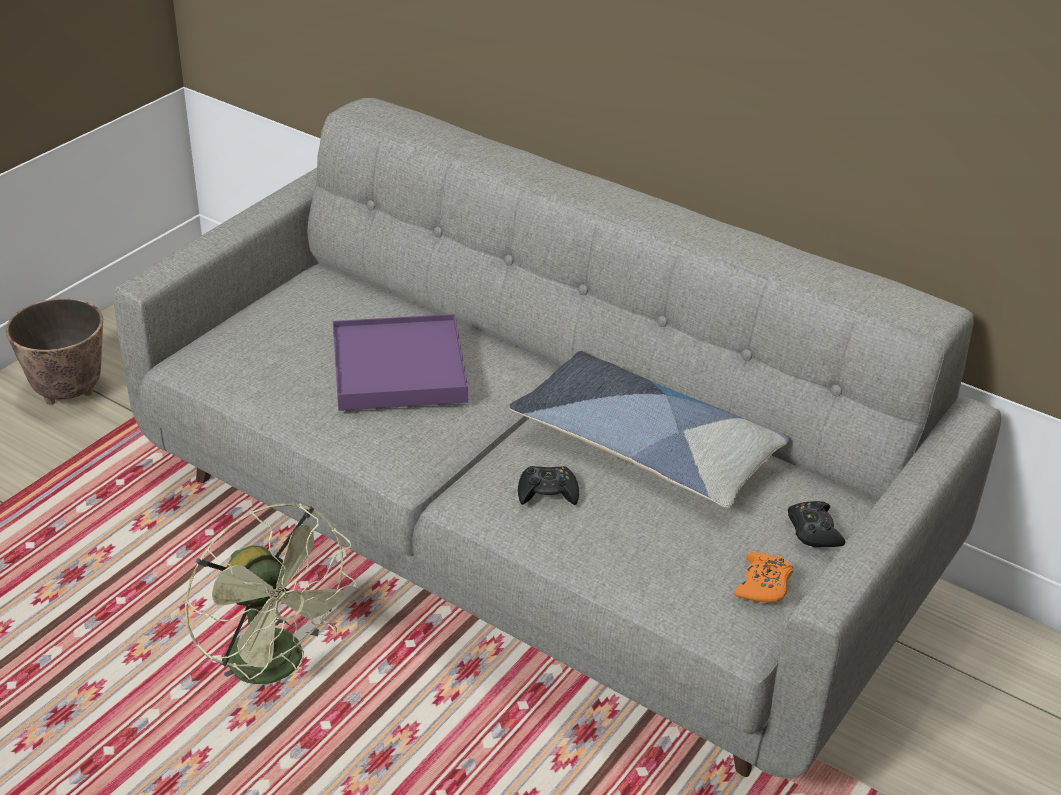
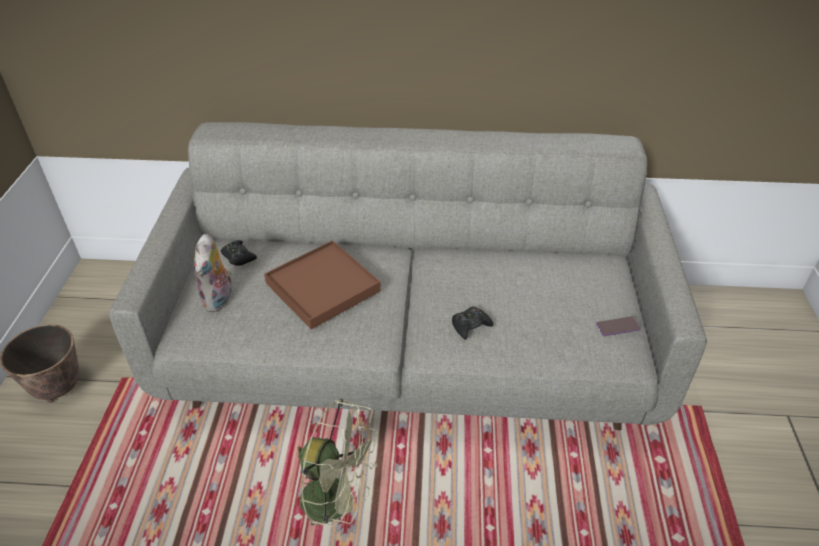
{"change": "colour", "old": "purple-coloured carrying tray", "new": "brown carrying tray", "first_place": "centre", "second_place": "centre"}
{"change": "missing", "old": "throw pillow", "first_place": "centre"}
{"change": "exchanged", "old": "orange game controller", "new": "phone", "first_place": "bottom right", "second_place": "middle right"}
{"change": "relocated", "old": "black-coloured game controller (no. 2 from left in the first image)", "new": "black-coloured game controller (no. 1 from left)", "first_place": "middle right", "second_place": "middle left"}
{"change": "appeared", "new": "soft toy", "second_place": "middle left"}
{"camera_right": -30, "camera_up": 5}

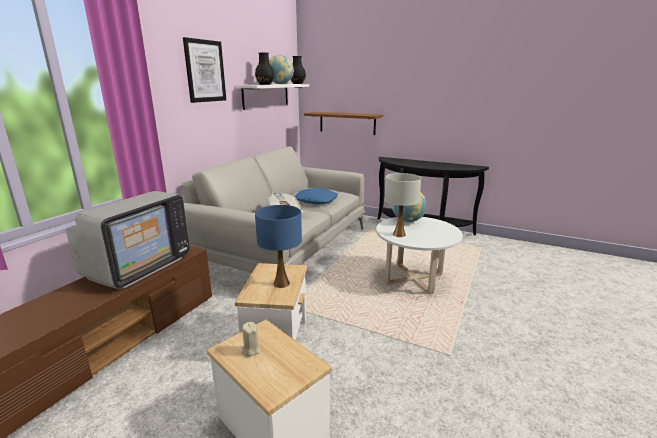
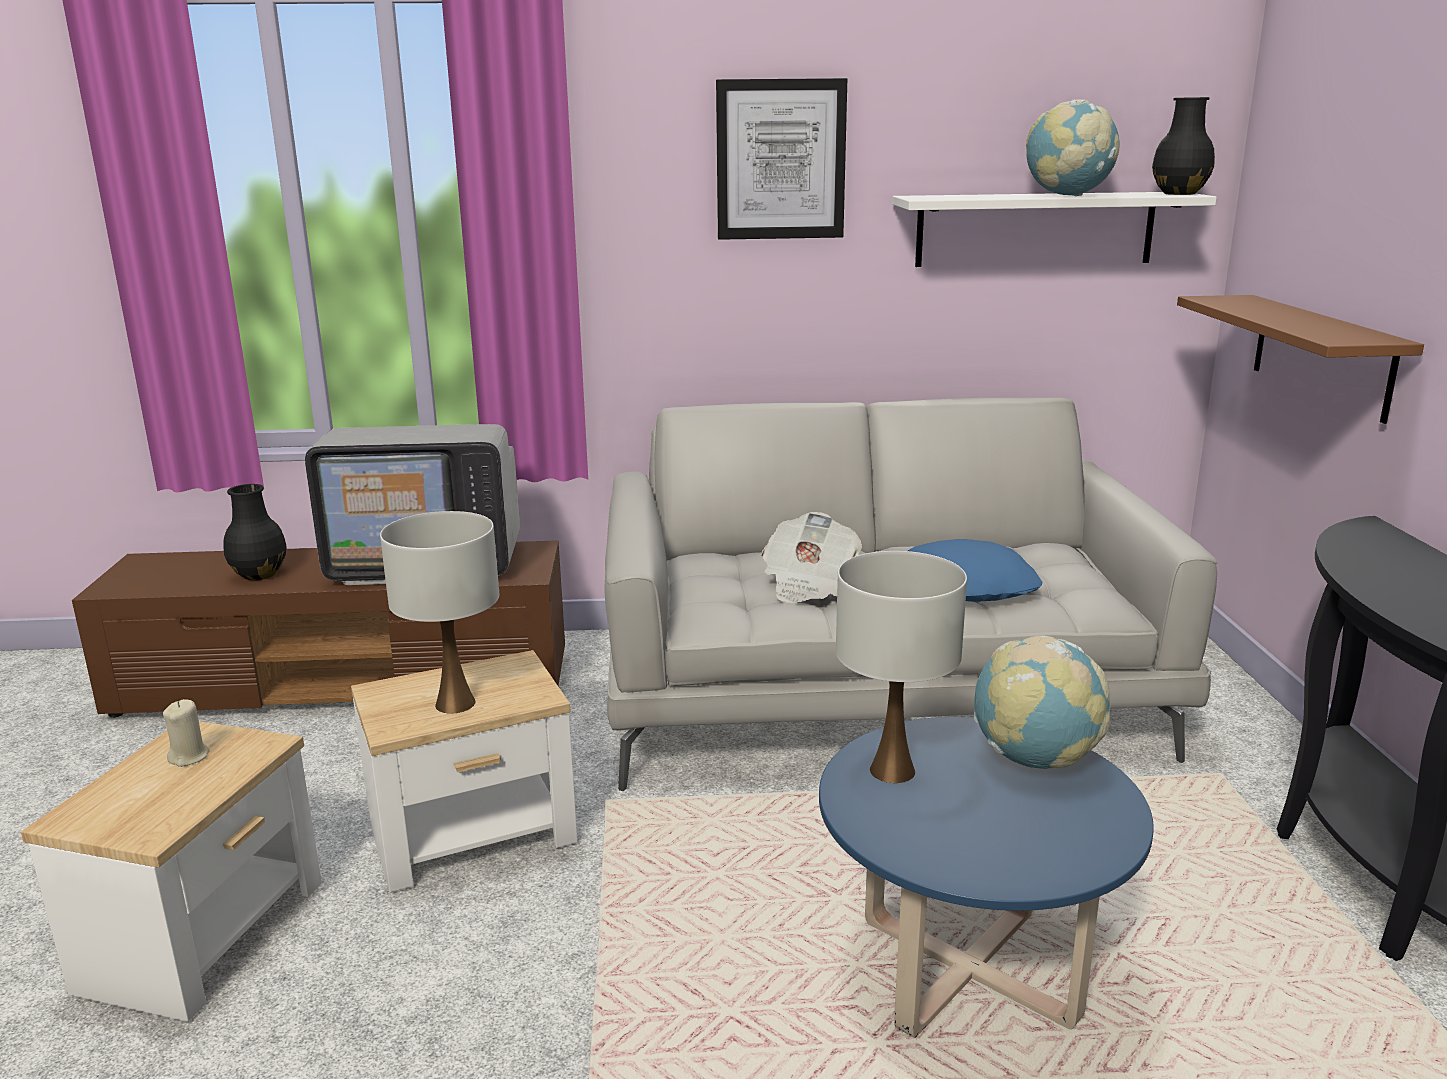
{"change": "relocated", "old": "black-coloured flower vase (no. 1 from left)", "first_place": "top centre", "second_place": "middle left"}
{"change": "colour", "old": "blue lamp for a table", "new": "whitish lamp for a table (no. 1 from left)", "first_place": "centre", "second_place": "middle left"}
{"change": "colour", "old": "whitish low table", "new": "blue low table", "first_place": "centre", "second_place": "bottom right"}
{"camera_right": 60, "camera_up": 0}

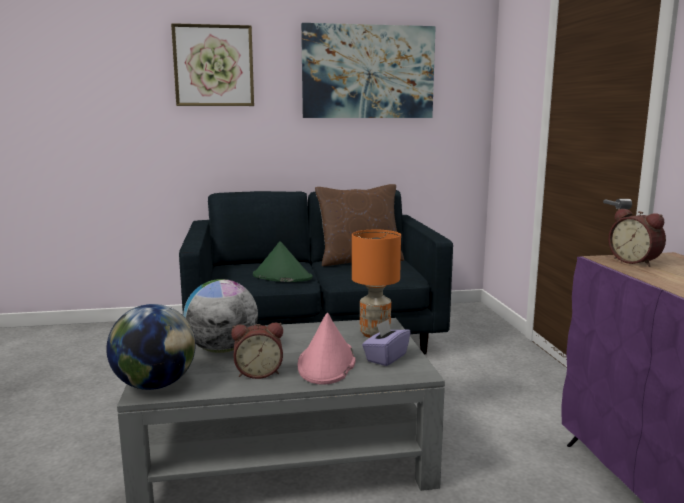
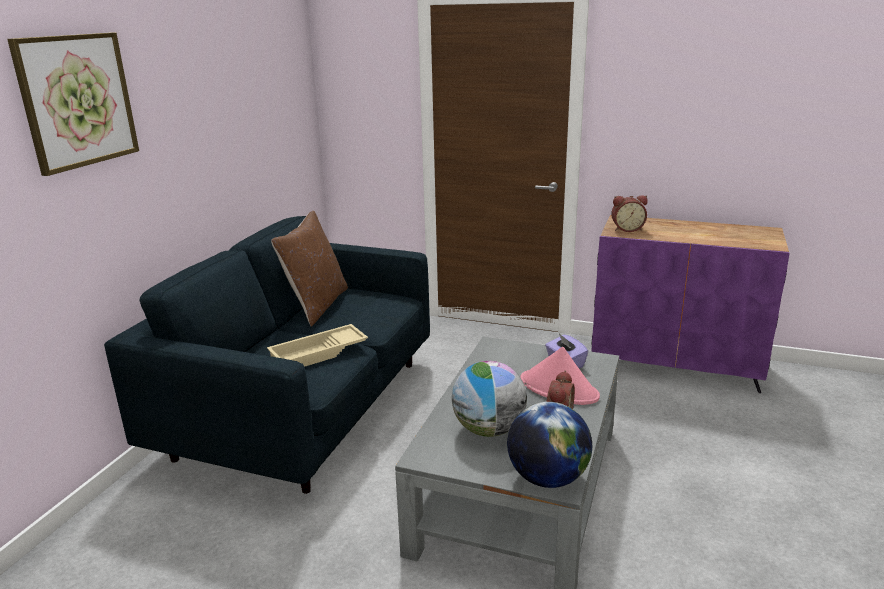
{"change": "exchanged", "old": "green wearable hat", "new": "beige carrying tray", "first_place": "centre", "second_place": "centre"}
{"change": "missing", "old": "wall art (no. 2 from left)", "first_place": "top centre"}
{"change": "missing", "old": "orange lamp for a table", "first_place": "centre"}
{"camera_right": -60, "camera_up": 10}

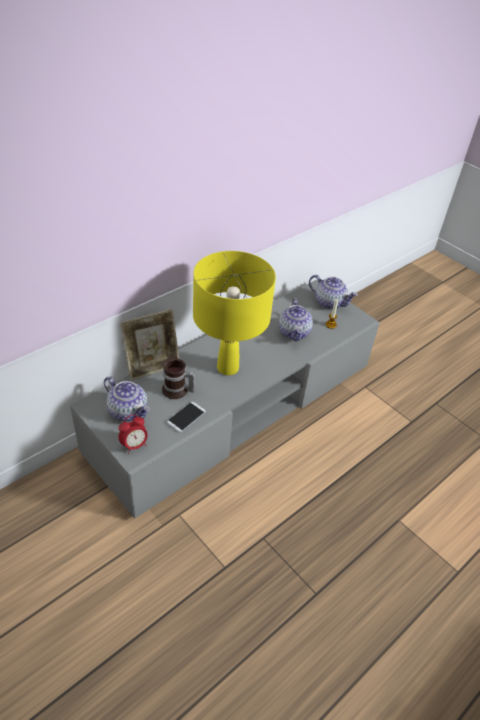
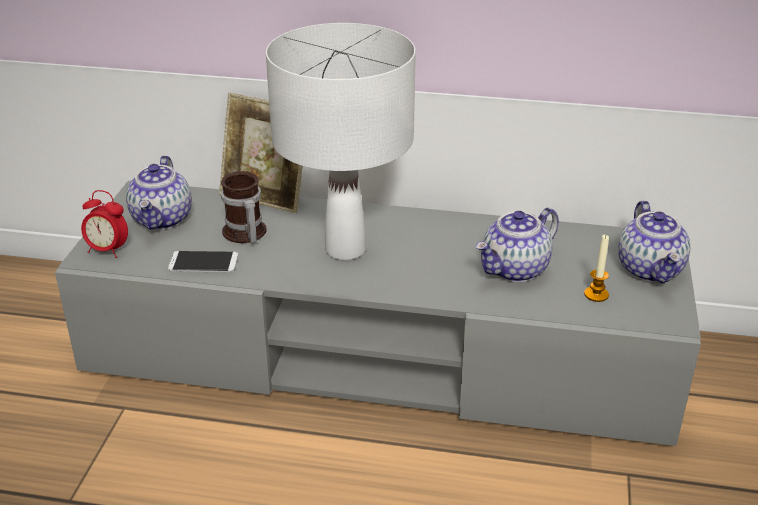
{"change": "colour", "old": "yellowish lamp for a table", "new": "whitish lamp for a table", "first_place": "centre", "second_place": "top centre"}
{"camera_right": 55, "camera_up": -10}

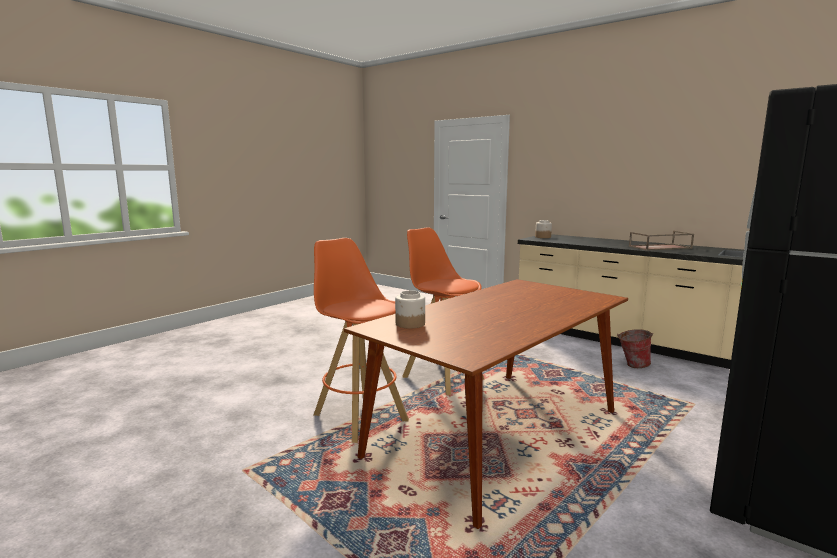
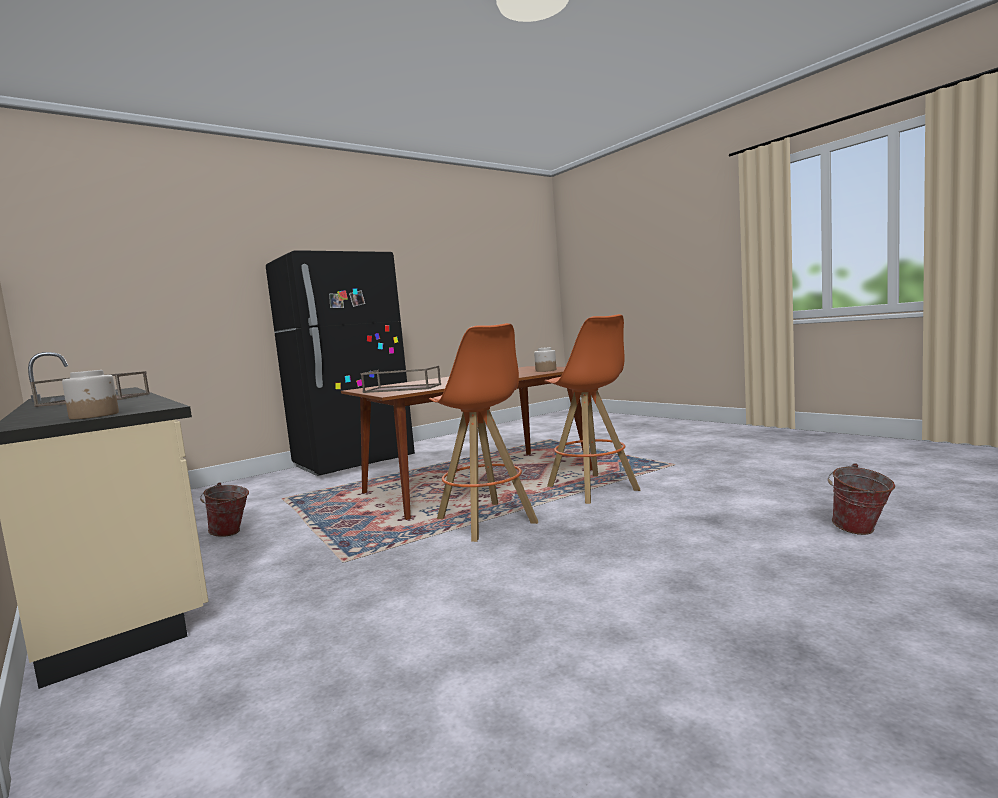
{"change": "appeared", "new": "brown carrying tray (no. 2 from left)", "second_place": "centre"}
{"change": "appeared", "new": "bucket (no. 2 from left)", "second_place": "middle right"}
{"camera_right": -165, "camera_up": -5}

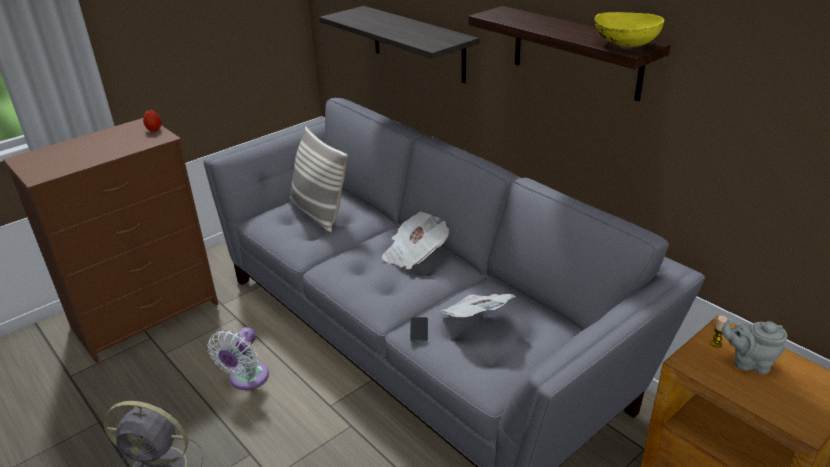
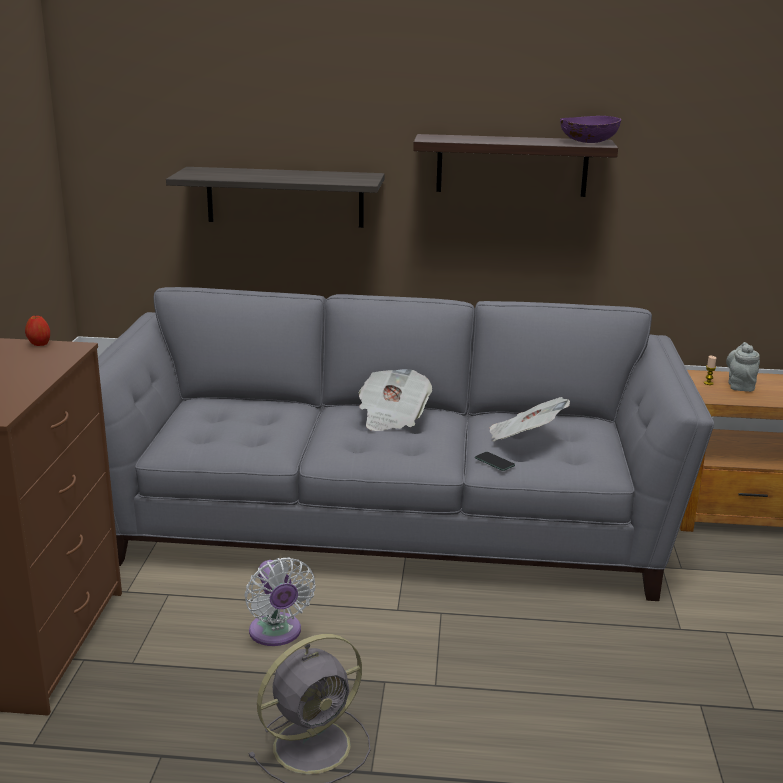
{"change": "missing", "old": "throw pillow", "first_place": "centre"}
{"change": "colour", "old": "yellowish serving bowl", "new": "purple-coloured serving bowl", "first_place": "top right", "second_place": "top right"}
{"change": "spun", "old": "gray teapot", "first_place": "bottom right", "second_place": "middle right", "degrees": 120}
{"camera_right": -45, "camera_up": -10}

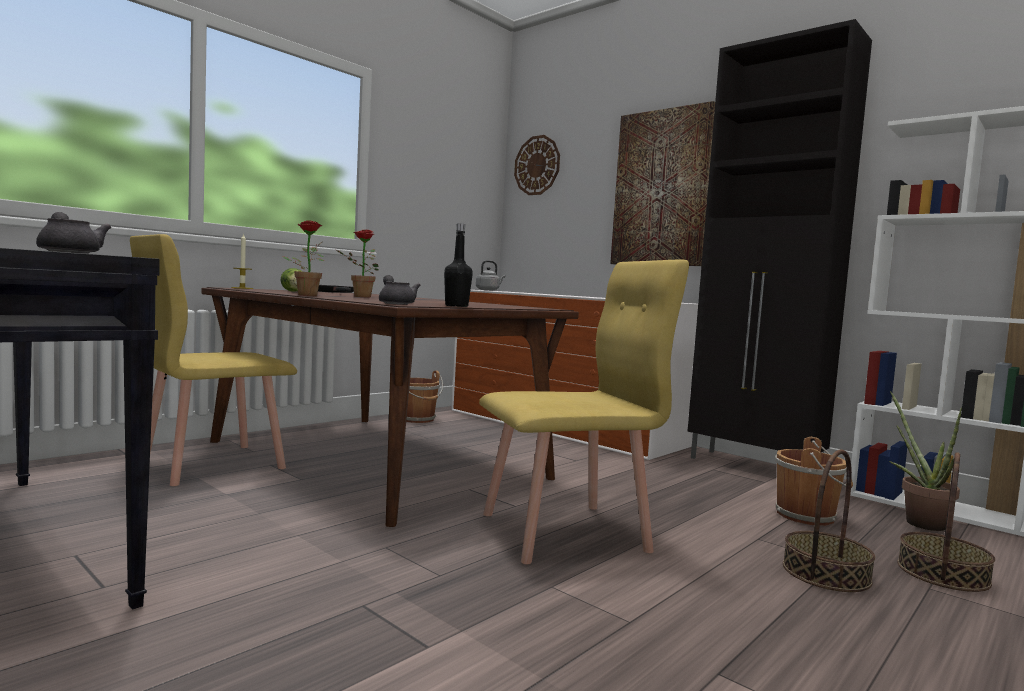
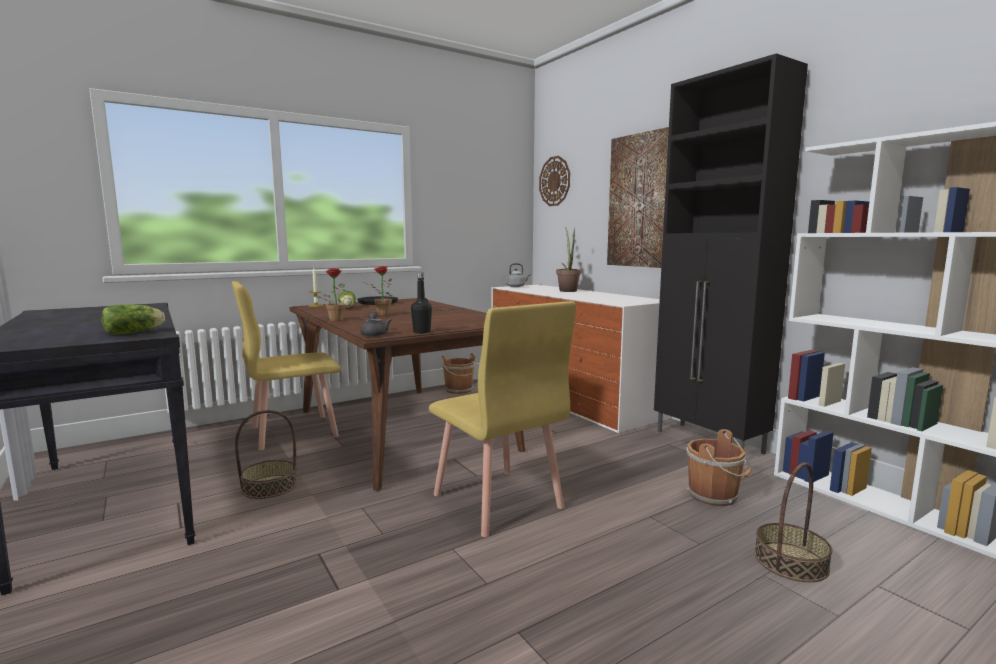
{"change": "exchanged", "old": "gray teapot (no. 1 from left)", "new": "lettuce (no. 1 from left)", "first_place": "middle left", "second_place": "middle left"}
{"change": "spun", "old": "yellowish chair (no. 2 from left)", "first_place": "centre", "second_place": "centre", "degrees": 60}
{"change": "relocated", "old": "household basket (no. 1 from left)", "first_place": "bottom right", "second_place": "bottom left"}
{"change": "relocated", "old": "plant in a pot (no. 3 from left)", "first_place": "bottom right", "second_place": "centre"}
{"camera_right": 15, "camera_up": 5}

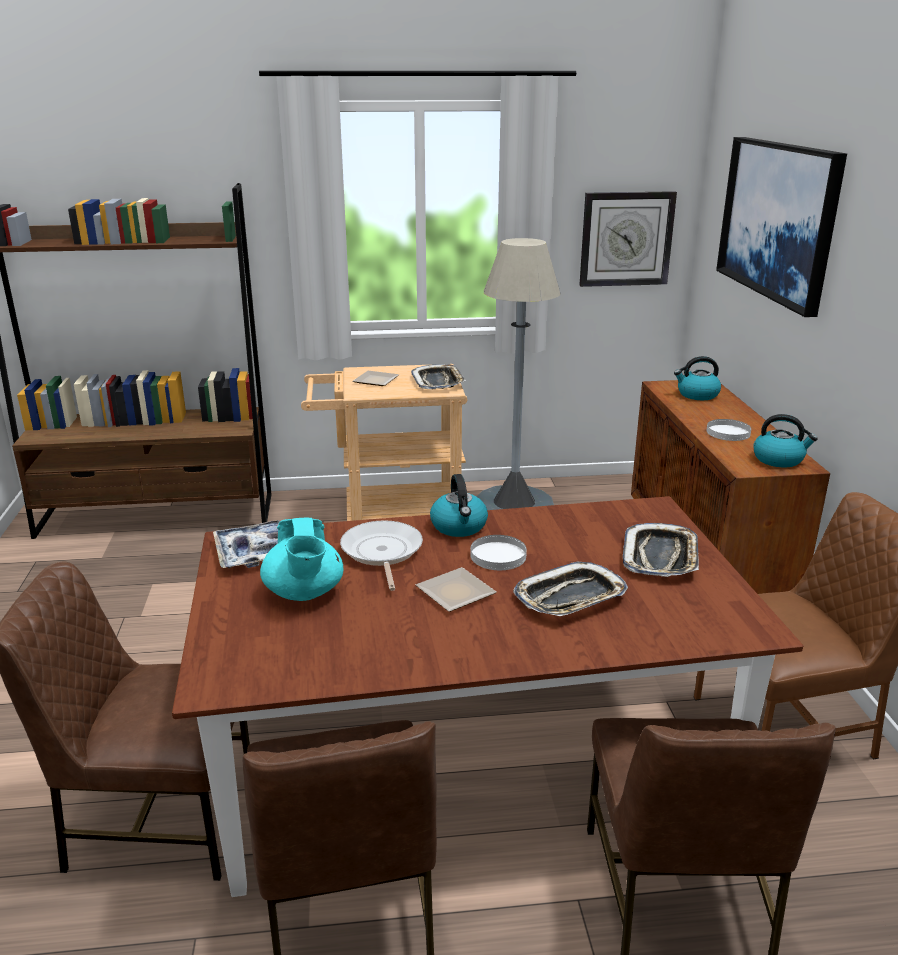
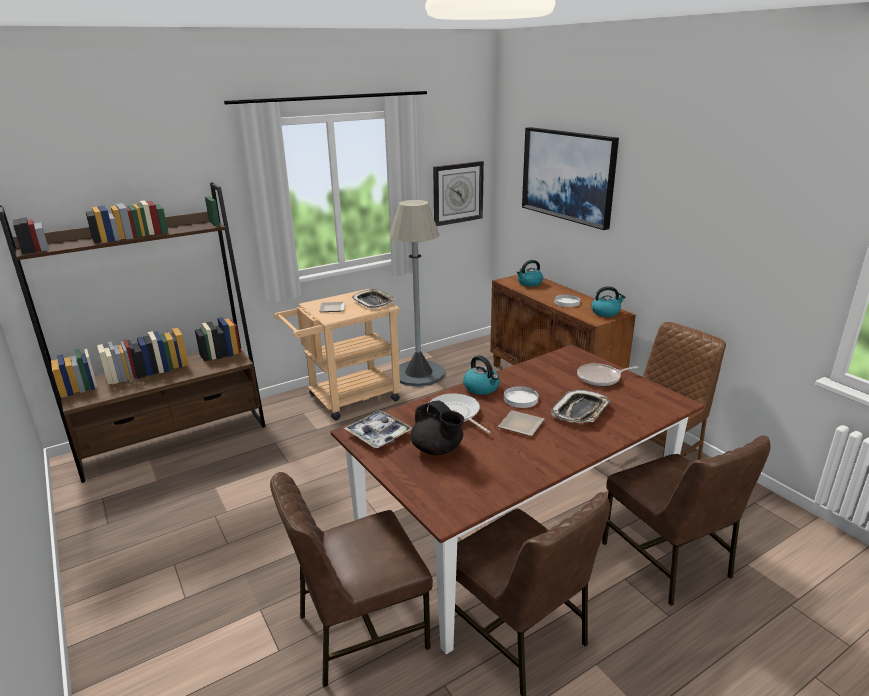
{"change": "colour", "old": "blue-green teapot", "new": "black-coloured teapot", "first_place": "centre", "second_place": "centre"}
{"change": "exchanged", "old": "carrying tray (no. 4 from left)", "new": "pan (no. 2 from left)", "first_place": "middle right", "second_place": "middle right"}
{"camera_right": -25, "camera_up": 0}

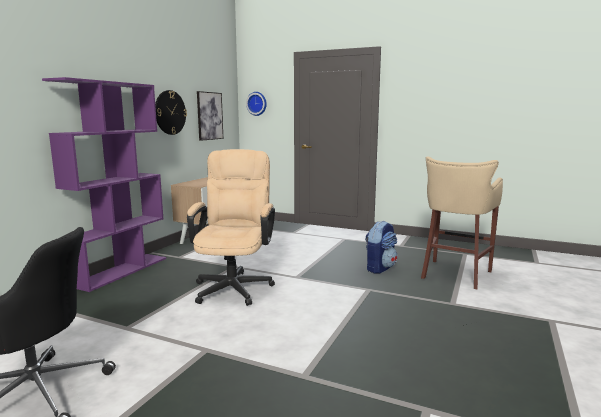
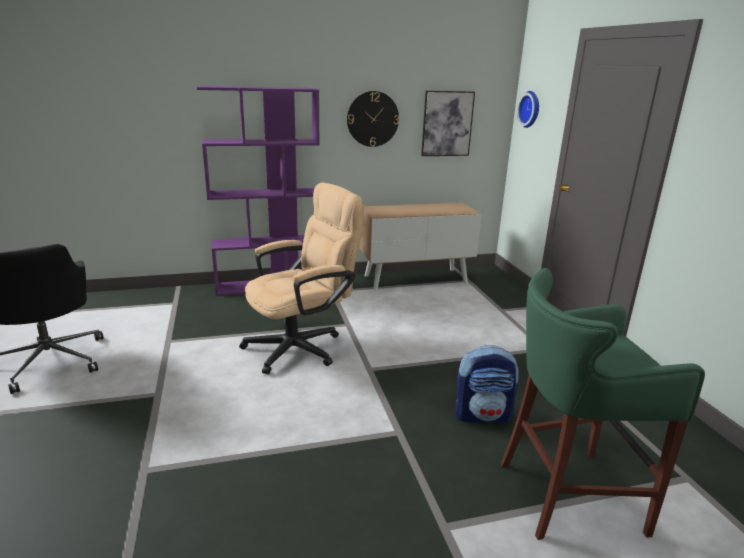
{"change": "colour", "old": "beige sitting stool", "new": "green sitting stool", "first_place": "middle right", "second_place": "bottom right"}
{"camera_right": 50, "camera_up": 10}

